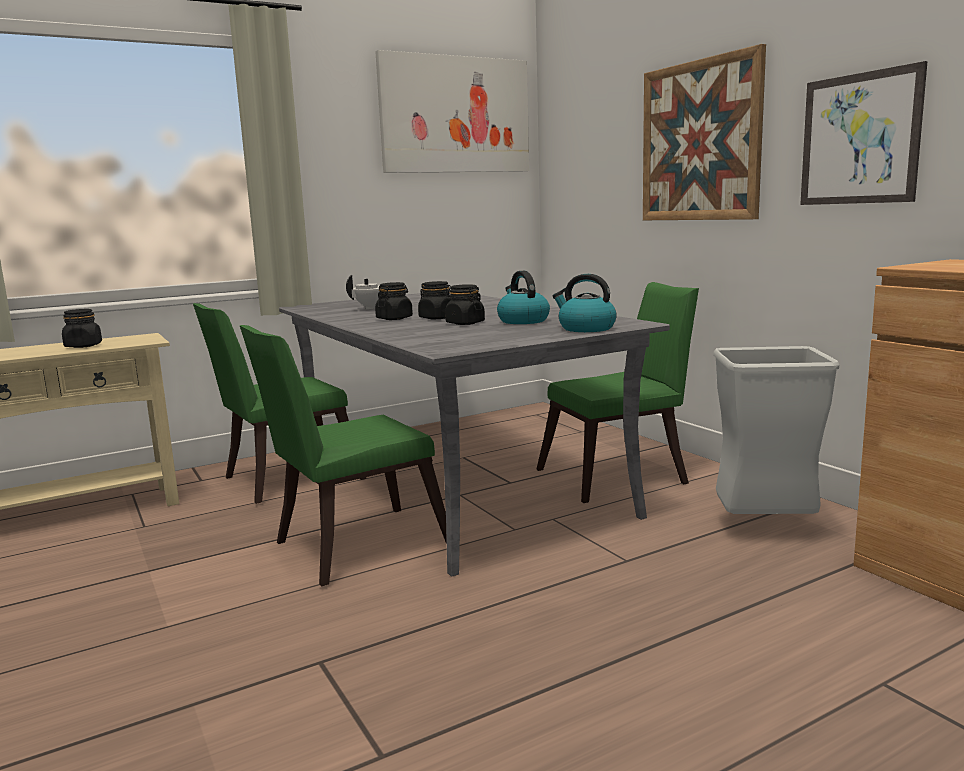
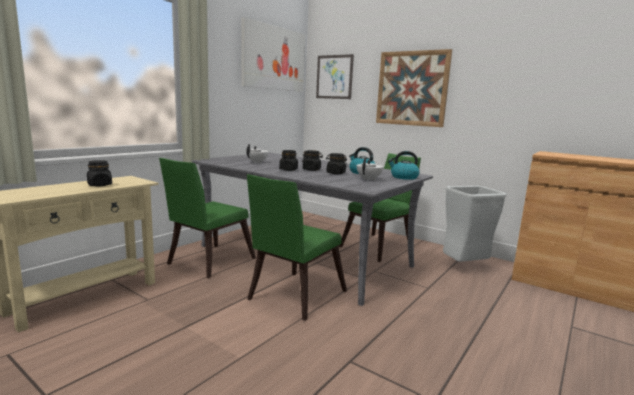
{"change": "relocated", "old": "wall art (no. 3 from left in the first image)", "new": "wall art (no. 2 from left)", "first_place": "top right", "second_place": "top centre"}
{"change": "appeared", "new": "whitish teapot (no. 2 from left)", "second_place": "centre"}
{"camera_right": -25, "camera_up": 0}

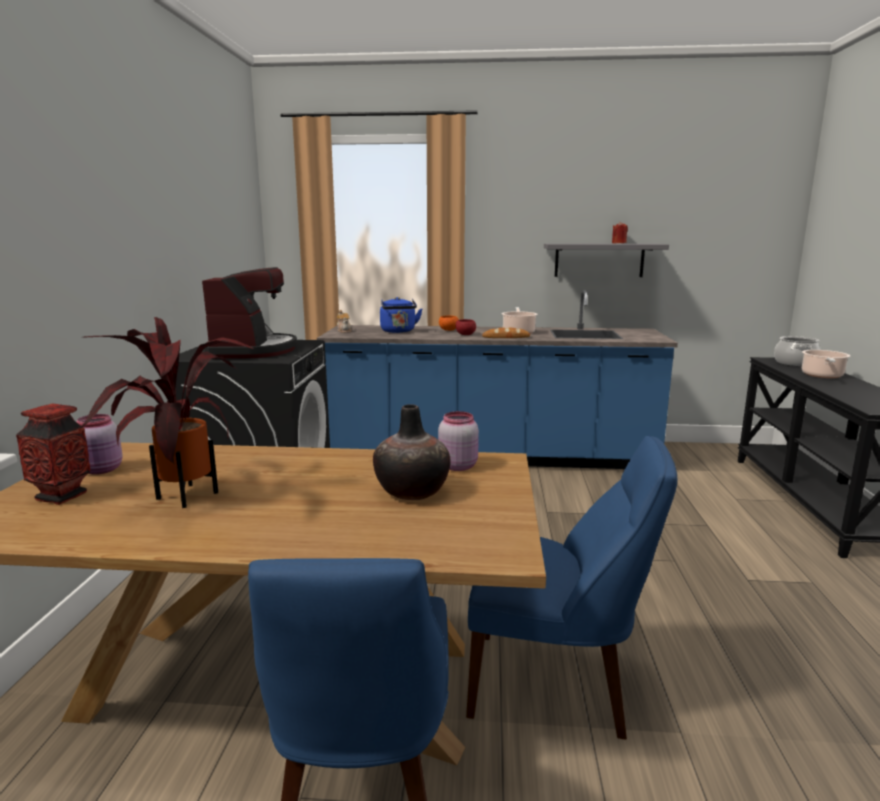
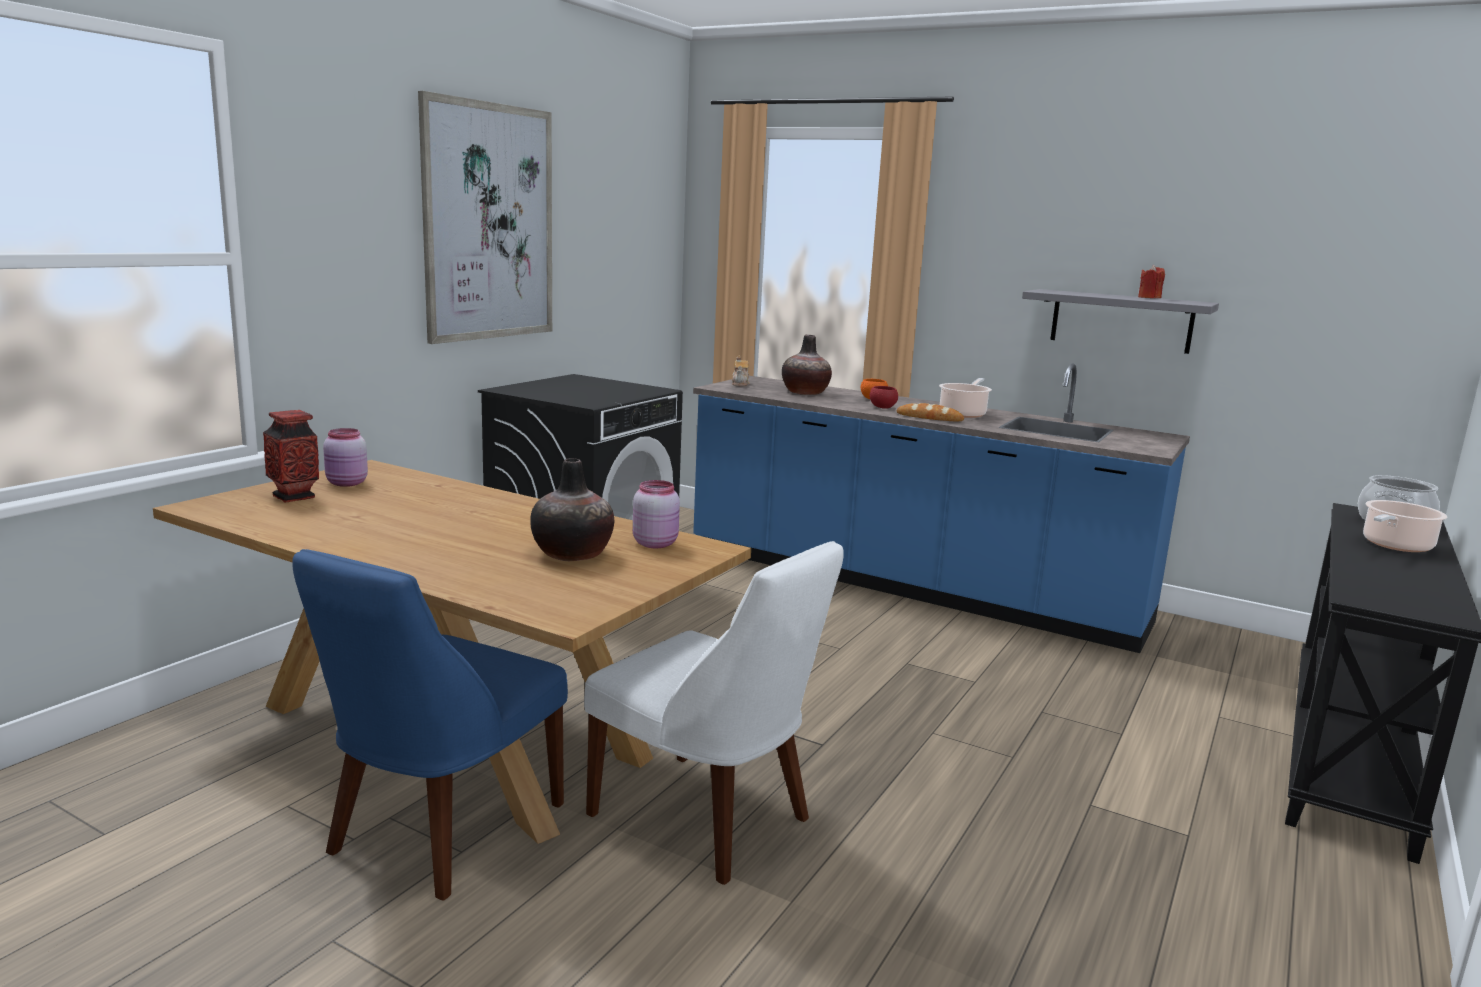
{"change": "missing", "old": "plant in a pot", "first_place": "middle left"}
{"change": "missing", "old": "coffee machine", "first_place": "middle left"}
{"change": "exchanged", "old": "blue tea kettle", "new": "flower vase (no. 3 from left)", "first_place": "centre", "second_place": "centre"}
{"change": "colour", "old": "blue chair (no. 2 from left)", "new": "whitish chair", "first_place": "bottom centre", "second_place": "bottom centre"}
{"change": "appeared", "new": "wall art", "second_place": "top left"}
{"camera_right": 25, "camera_up": 0}

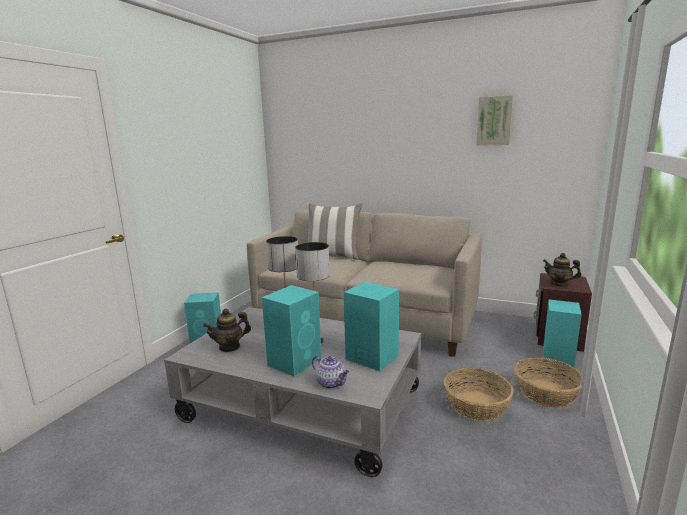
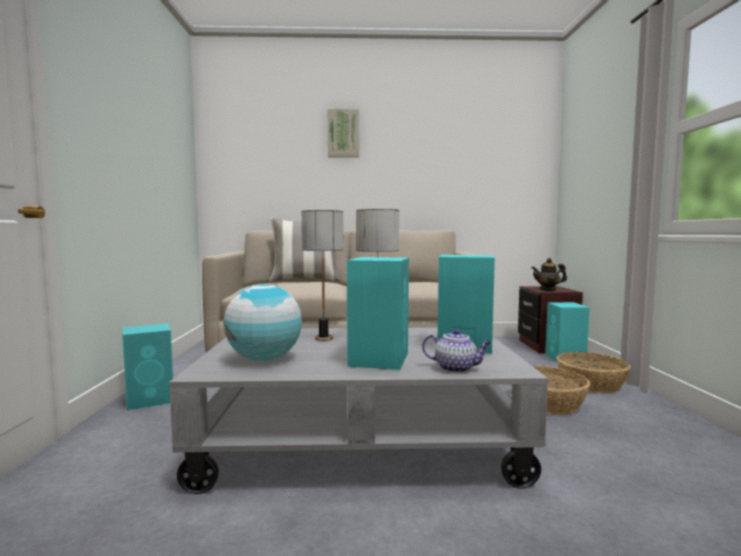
{"change": "exchanged", "old": "teapot (no. 1 from left)", "new": "desk globe", "first_place": "middle left", "second_place": "centre"}
{"change": "relocated", "old": "wall art", "first_place": "top right", "second_place": "top centre"}
{"camera_right": -25, "camera_up": -10}

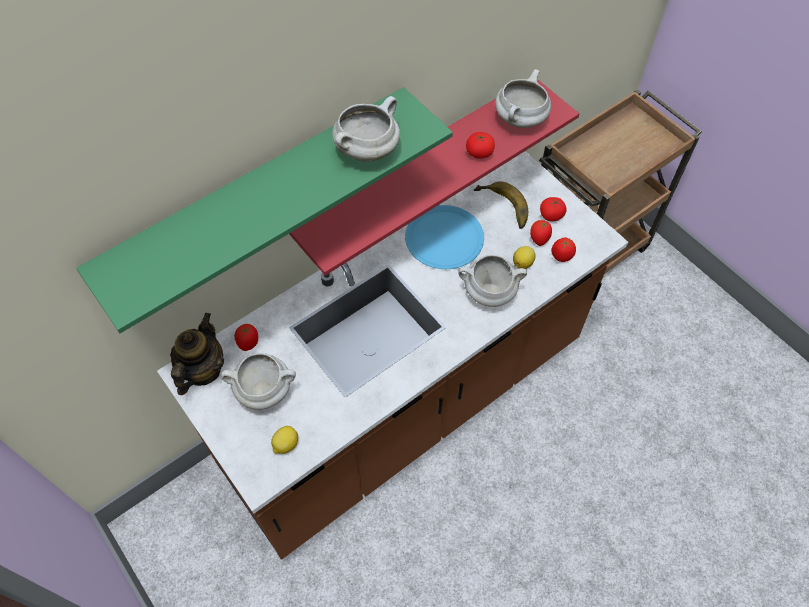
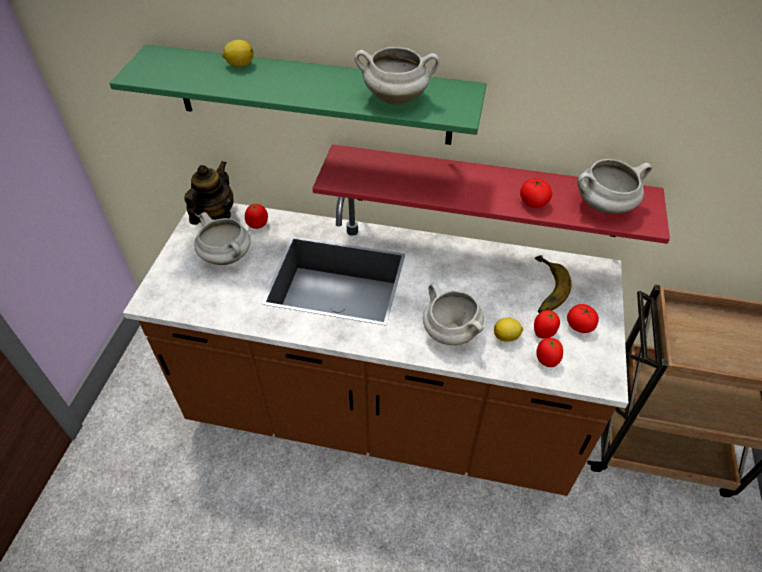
{"change": "spun", "old": "teapot", "first_place": "middle left", "second_place": "middle left", "degrees": -45}
{"change": "relocated", "old": "citrus fruit (no. 1 from left)", "first_place": "bottom centre", "second_place": "top left"}
{"change": "missing", "old": "blue dinner plate", "first_place": "centre"}
{"camera_right": 50, "camera_up": -10}

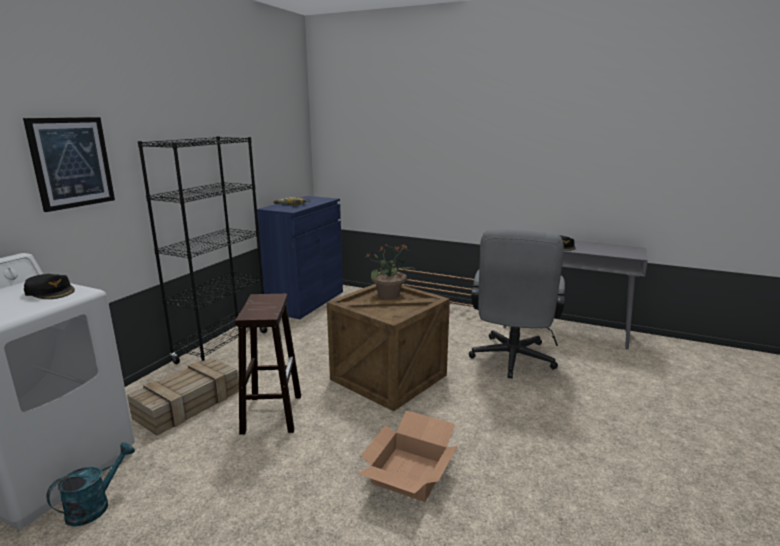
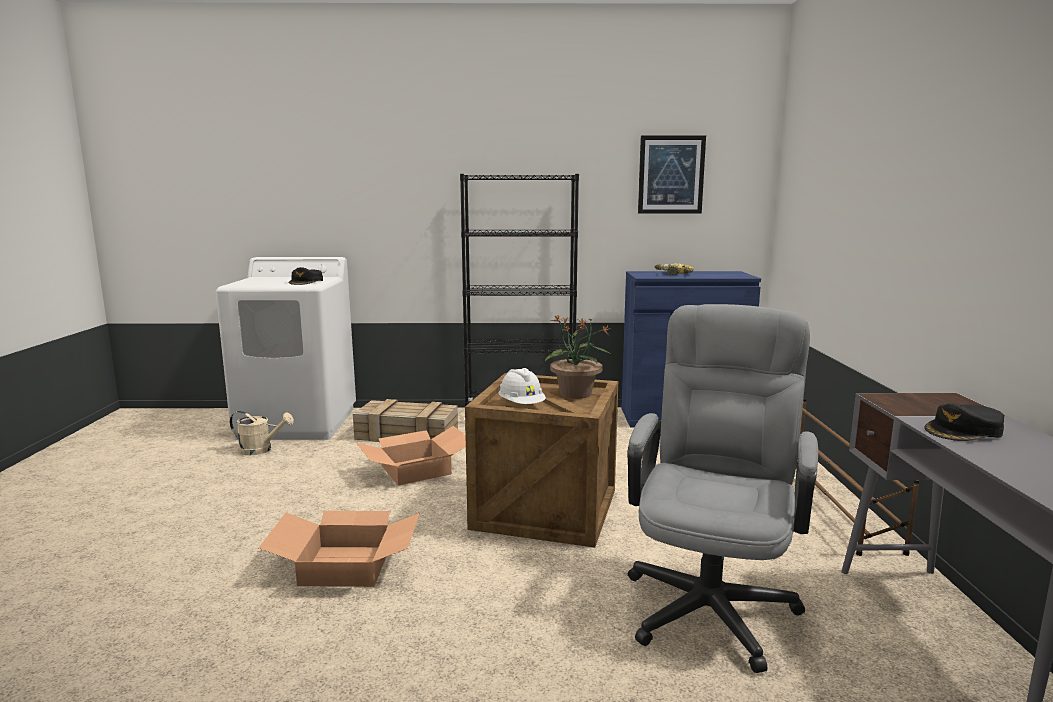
{"change": "relocated", "old": "wall art", "first_place": "top left", "second_place": "top centre"}
{"change": "colour", "old": "blue-green watering pot", "new": "beige watering pot", "first_place": "bottom left", "second_place": "middle left"}
{"change": "exchanged", "old": "brown sitting stool", "new": "cardboard box (no. 2 from left)", "first_place": "bottom centre", "second_place": "centre"}
{"change": "spun", "old": "gray computer chair", "first_place": "centre", "second_place": "bottom right", "degrees": 120}
{"change": "appeared", "new": "whitish hard hat", "second_place": "centre"}
{"camera_right": 65, "camera_up": -5}

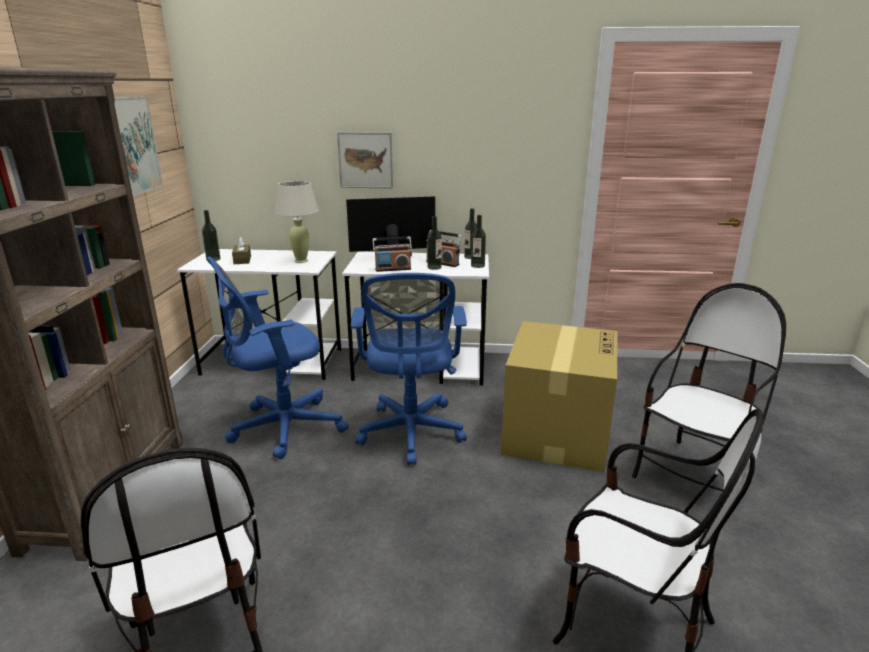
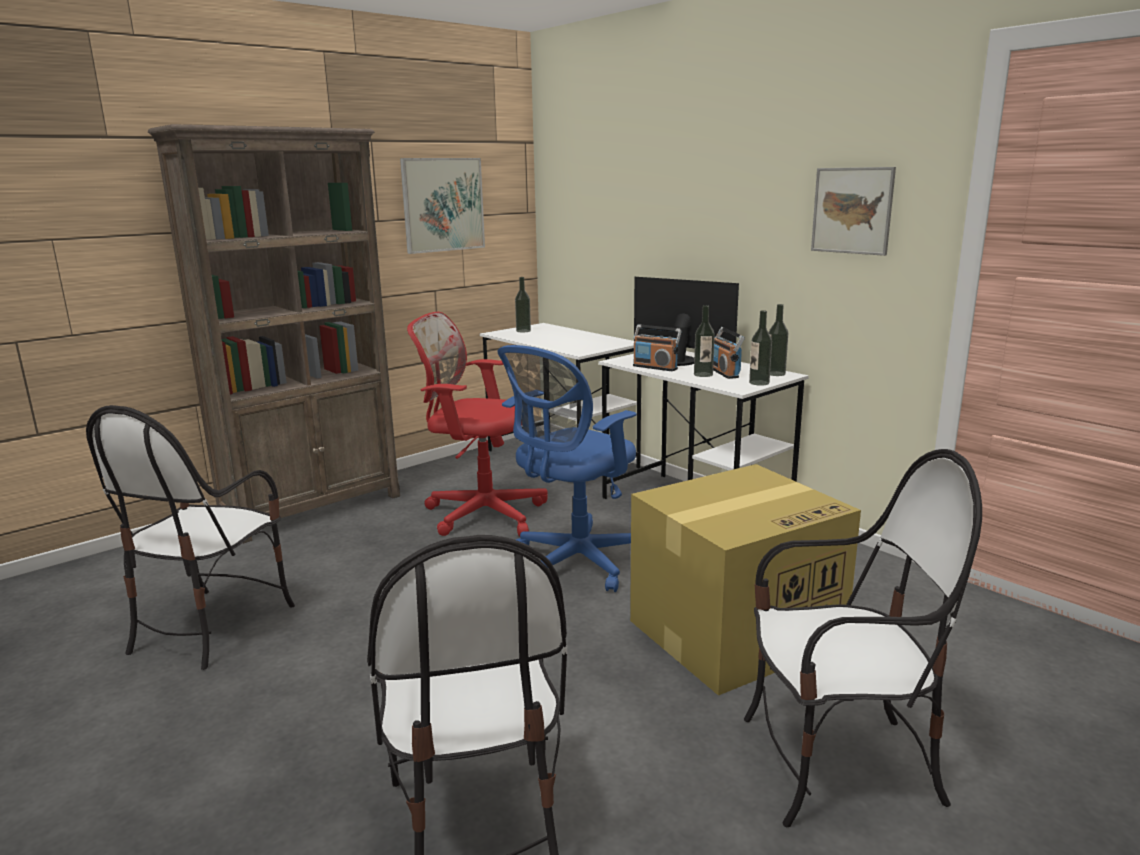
{"change": "colour", "old": "blue computer chair (no. 1 from left)", "new": "red computer chair", "first_place": "middle left", "second_place": "centre"}
{"change": "missing", "old": "brown tissue box", "first_place": "middle left"}
{"change": "missing", "old": "beige lamp for a table", "first_place": "centre"}
{"change": "relocated", "old": "wall art (no. 2 from left)", "first_place": "top centre", "second_place": "top right"}
{"camera_right": 45, "camera_up": -5}

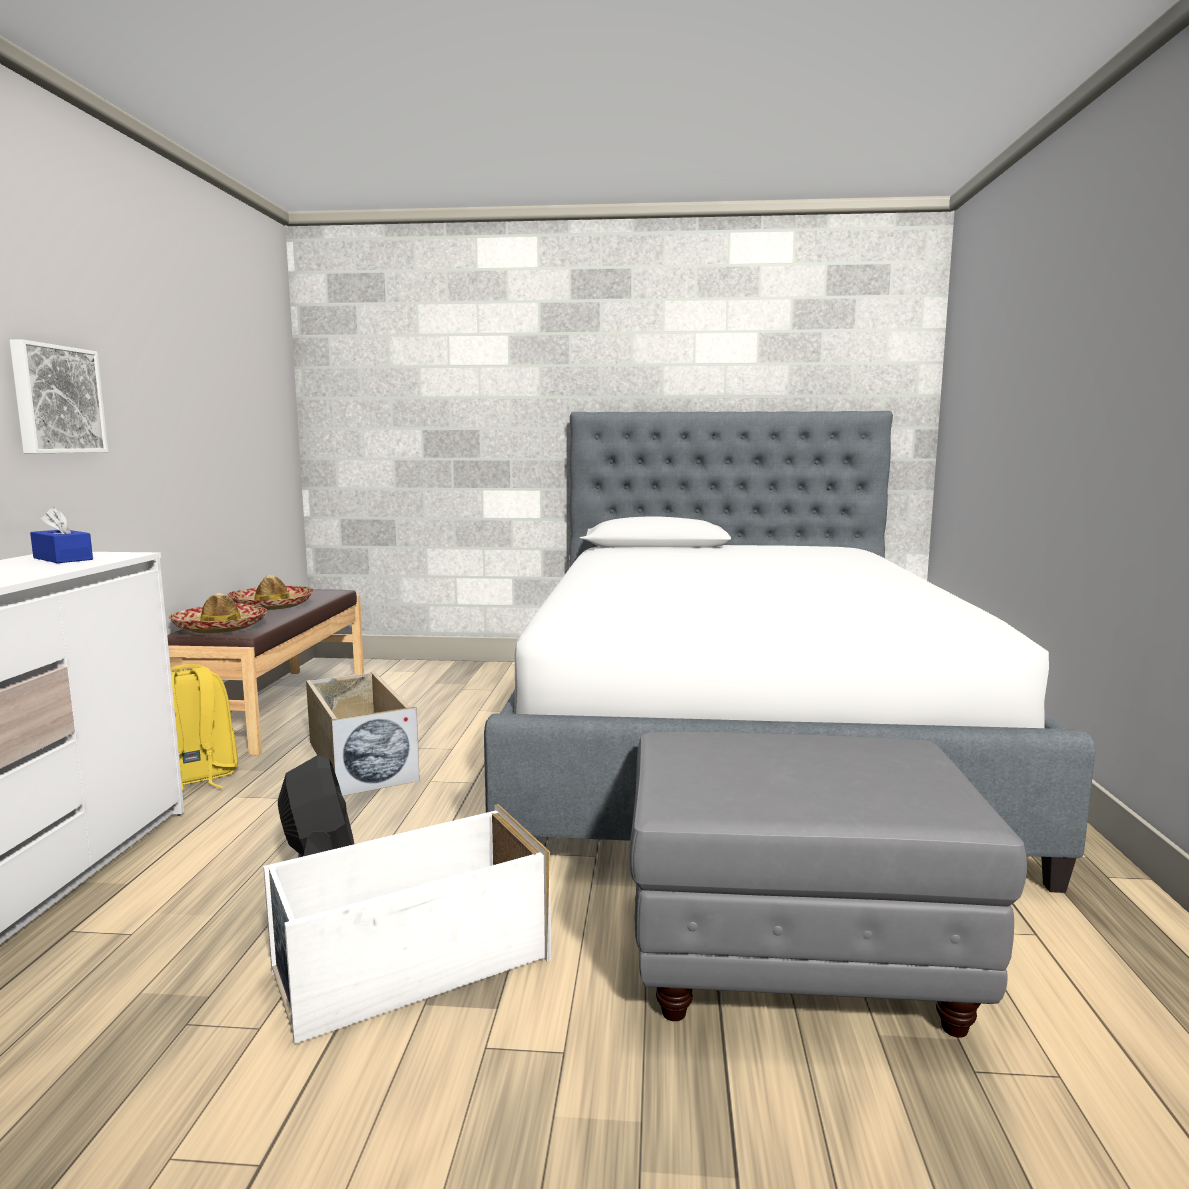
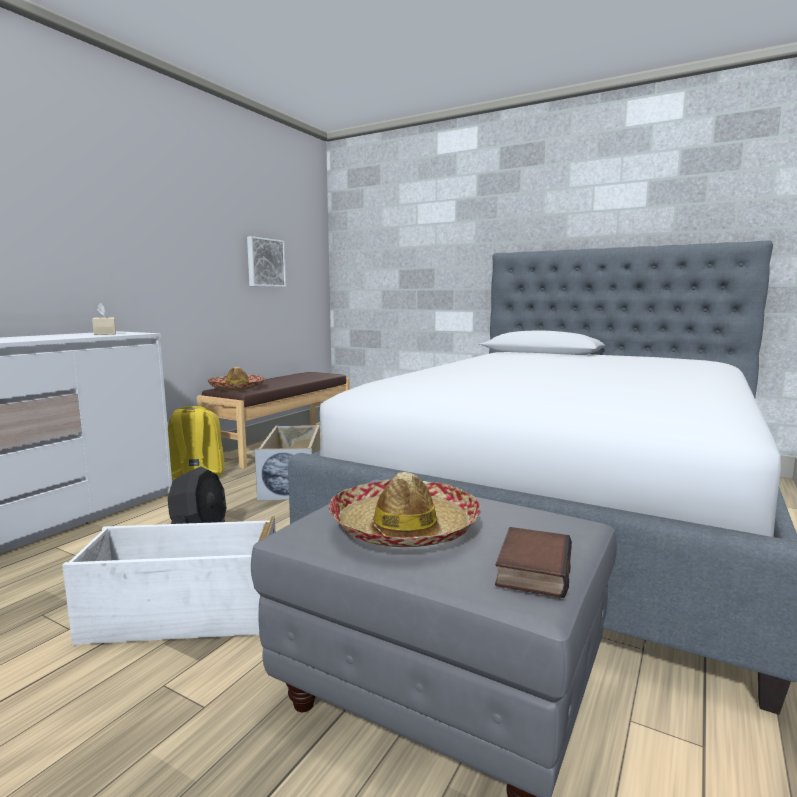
{"change": "relocated", "old": "wall art", "first_place": "top left", "second_place": "top centre"}
{"change": "colour", "old": "blue tissue box", "new": "beige tissue box", "first_place": "middle left", "second_place": "middle left"}
{"change": "relocated", "old": "wearable hat (no. 2 from left)", "first_place": "middle left", "second_place": "centre"}
{"change": "appeared", "new": "volume", "second_place": "bottom right"}
{"camera_right": 25, "camera_up": 0}

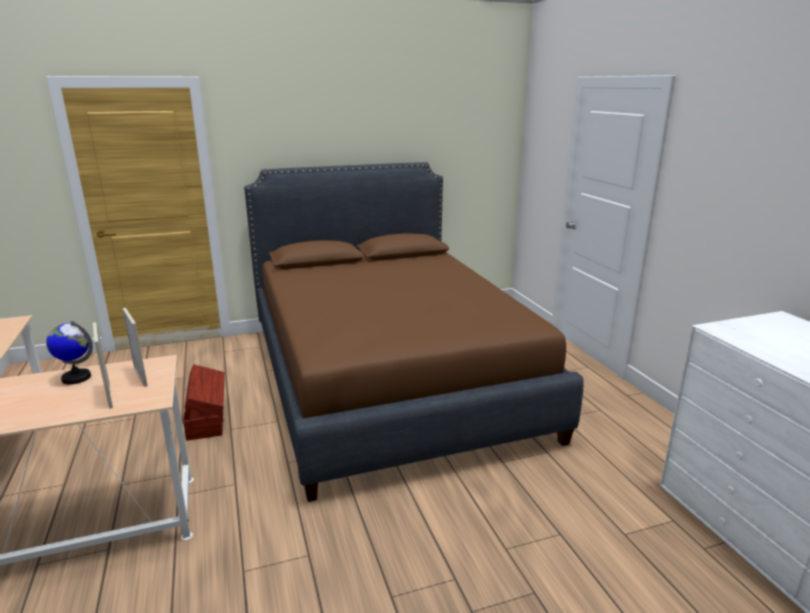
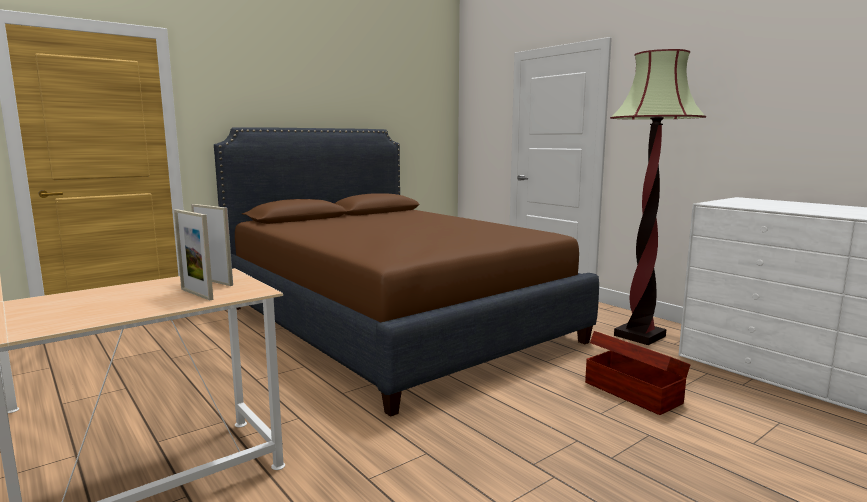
{"change": "missing", "old": "desk globe", "first_place": "middle left"}
{"change": "relocated", "old": "brown storage box", "first_place": "middle left", "second_place": "bottom right"}
{"change": "appeared", "new": "floor lamp", "second_place": "middle right"}
{"camera_right": -20, "camera_up": -10}

